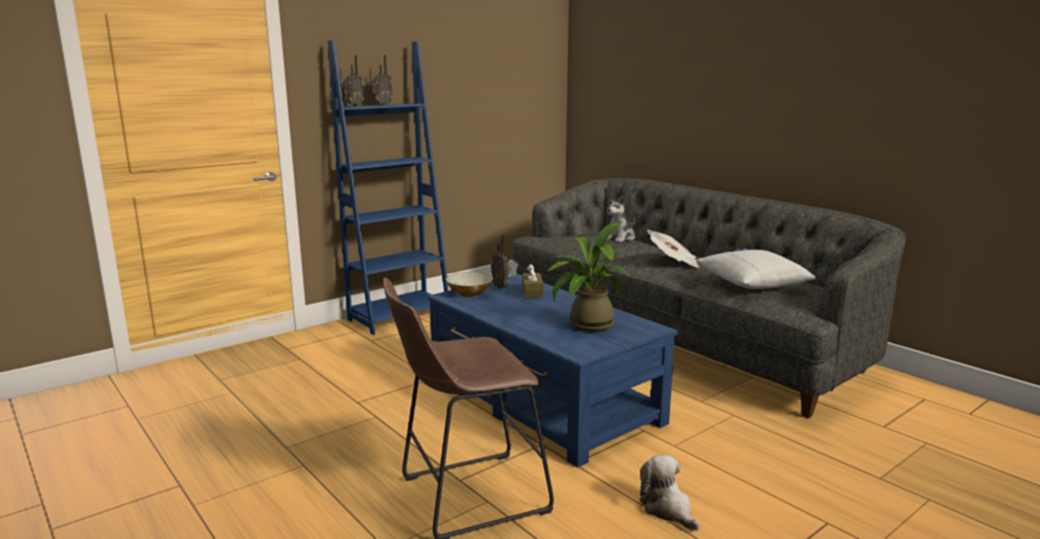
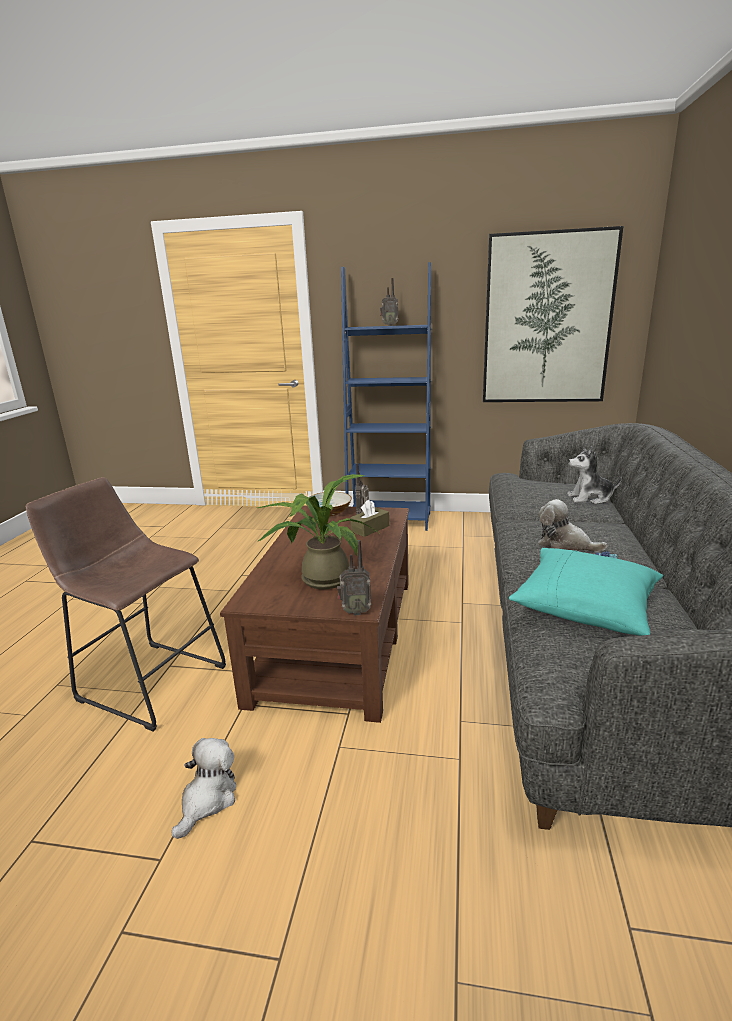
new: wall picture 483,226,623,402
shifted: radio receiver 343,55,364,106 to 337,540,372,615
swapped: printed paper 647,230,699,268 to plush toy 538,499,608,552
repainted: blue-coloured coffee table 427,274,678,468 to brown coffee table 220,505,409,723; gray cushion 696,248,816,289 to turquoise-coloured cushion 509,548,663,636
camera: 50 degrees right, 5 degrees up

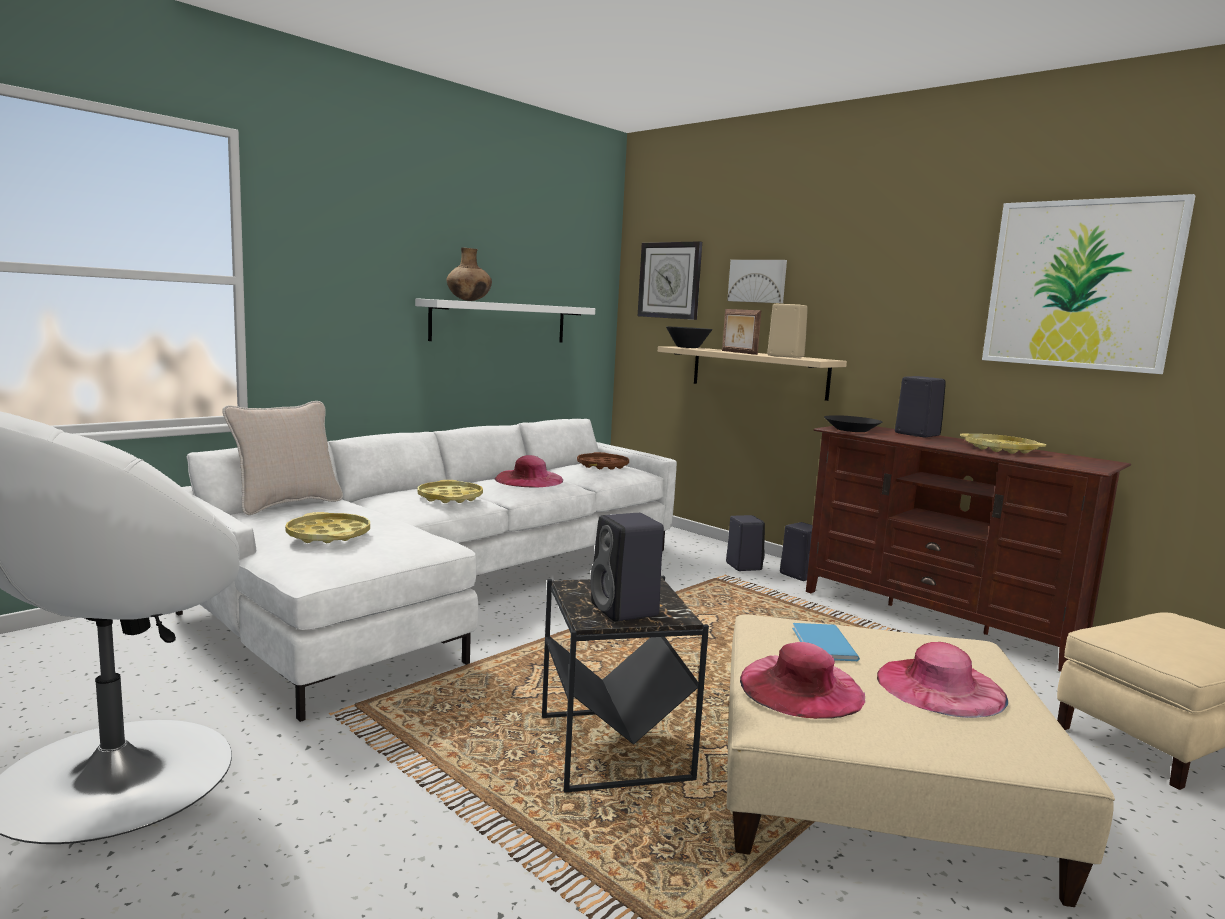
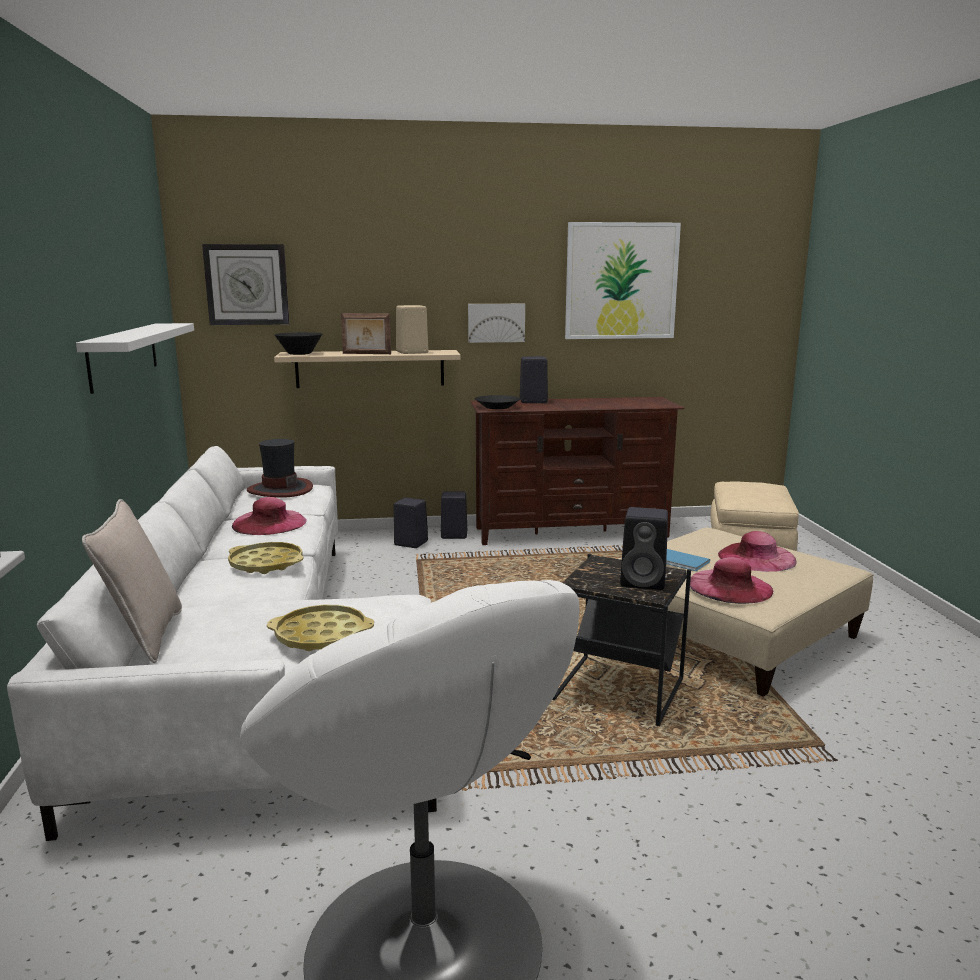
gone: brown vase 446,247,492,301; yellow-coloured tray 960,433,1046,454
shifted: wall picture 727,260,787,303 to 468,304,525,343
swapped: brown tray 577,452,629,470 to hat 247,439,313,498
camera: 50 degrees left, 5 degrees up

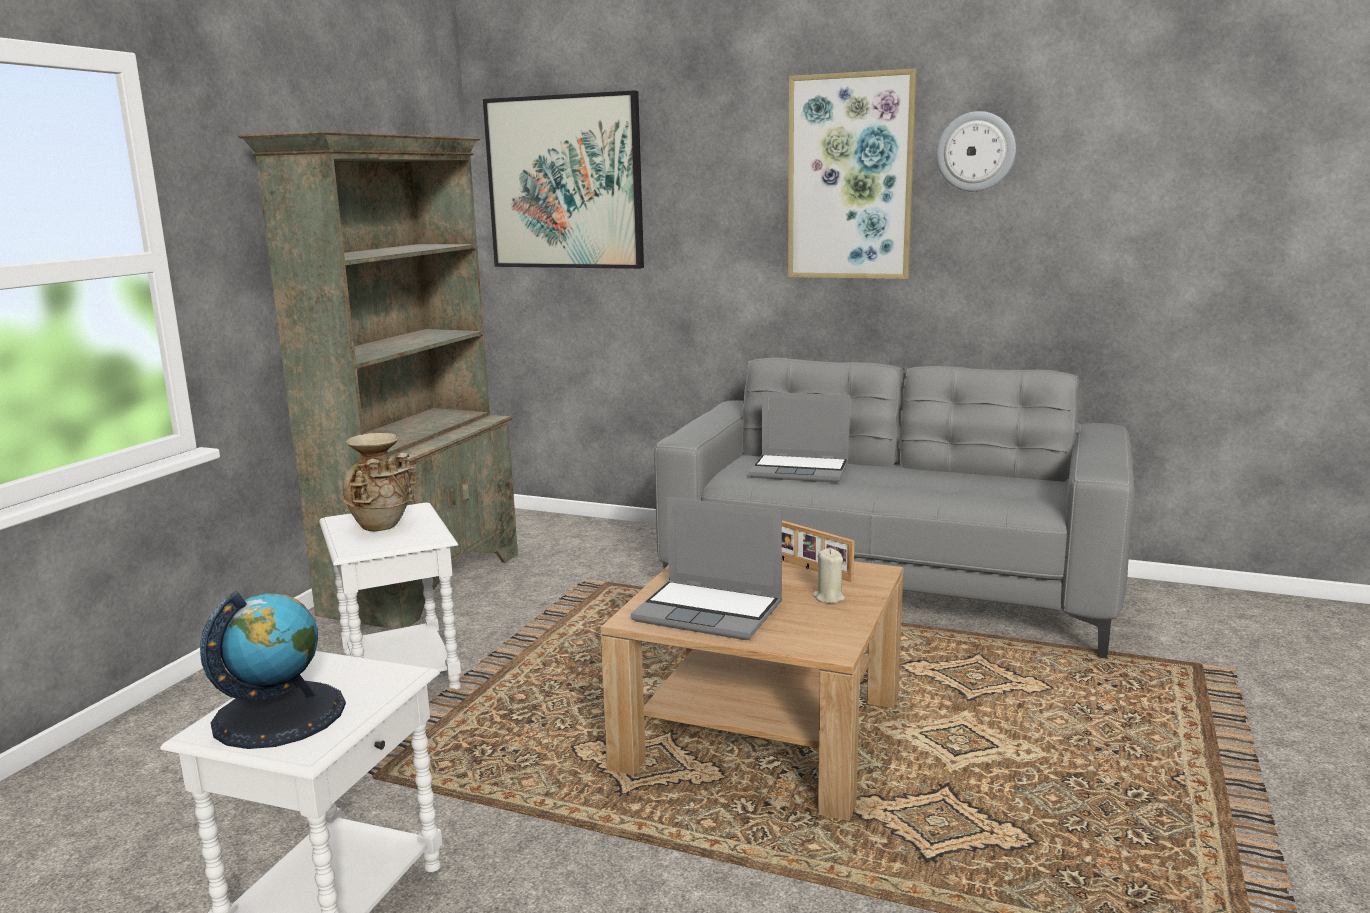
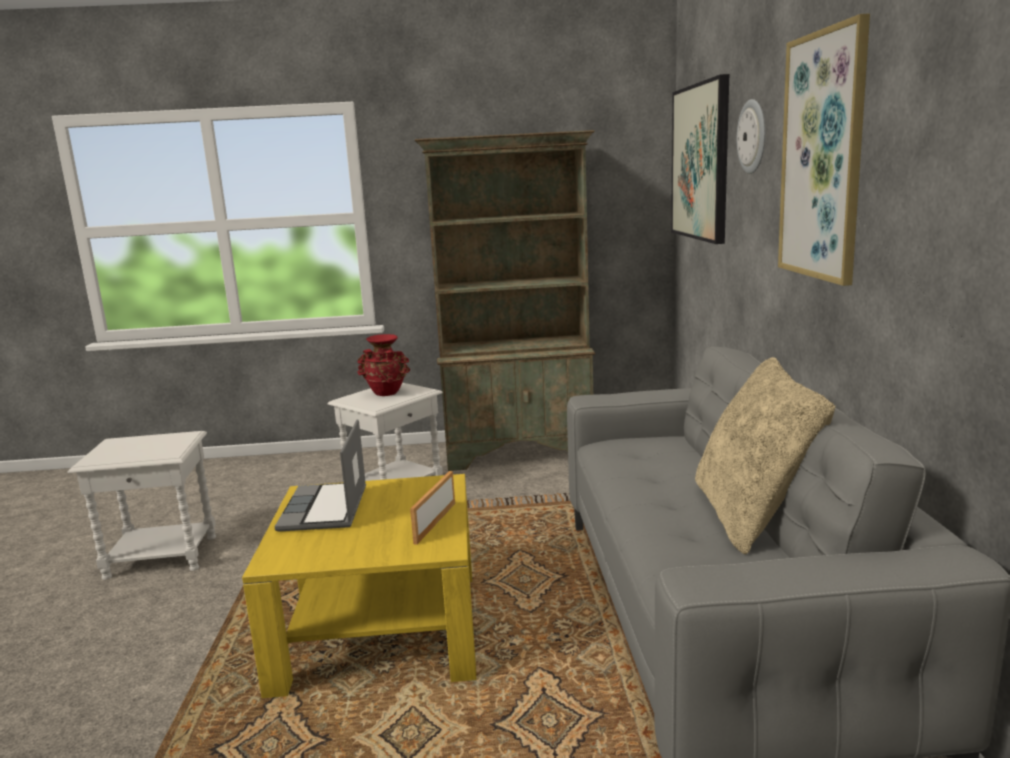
gone: globe 200,591,346,749; notebook computer 749,392,850,483; sand-coloured candle 812,548,845,603
new: sand-coloured cushion 695,357,836,555
shifted: wall clock 936,111,1016,191 to 737,99,766,174
repainted: brown coffee table 600,561,903,821 to yellow-coloured coffee table 242,474,476,698; sand-coloured vase 342,433,417,531 to reddish vase 358,334,410,396
camera: 65 degrees right, 0 degrees up

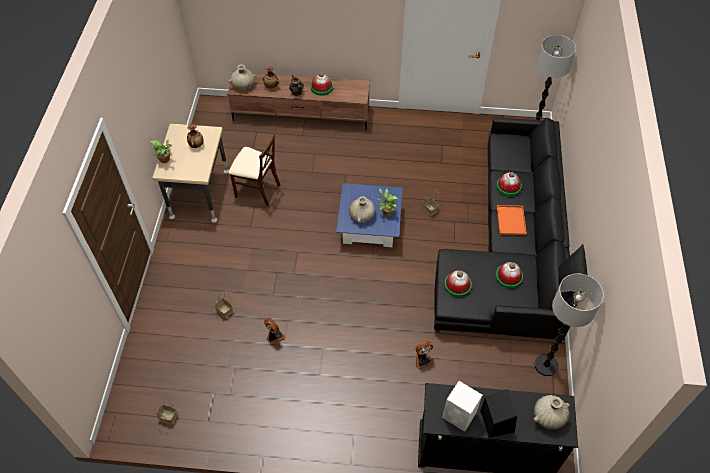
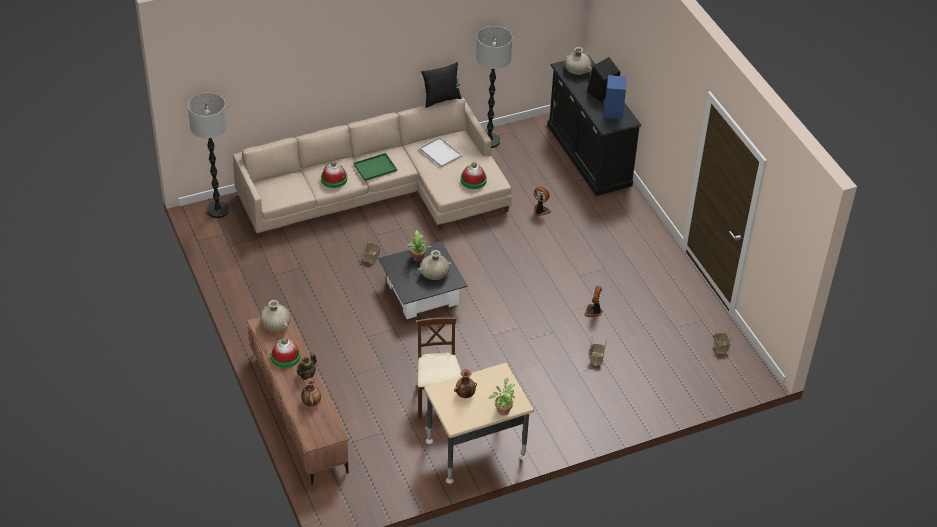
shifted: sand-coloured vase 229,64,257,90 to 260,300,291,331
swapped: hat 495,262,523,289 to white-coloured tray 419,137,462,168
repainted: black-coloured couch 434,117,574,340 to sand-coloured couch 233,98,512,238; orange tray 497,205,527,235 to greenish tray 354,153,397,181; blue-coloured coffee table 336,183,403,247 to black-coloured coffee table 378,241,468,319; white-coloured speaker 442,381,482,432 to blue-coloured speaker 604,75,627,119
camera: 120 degrees left, 10 degrees down

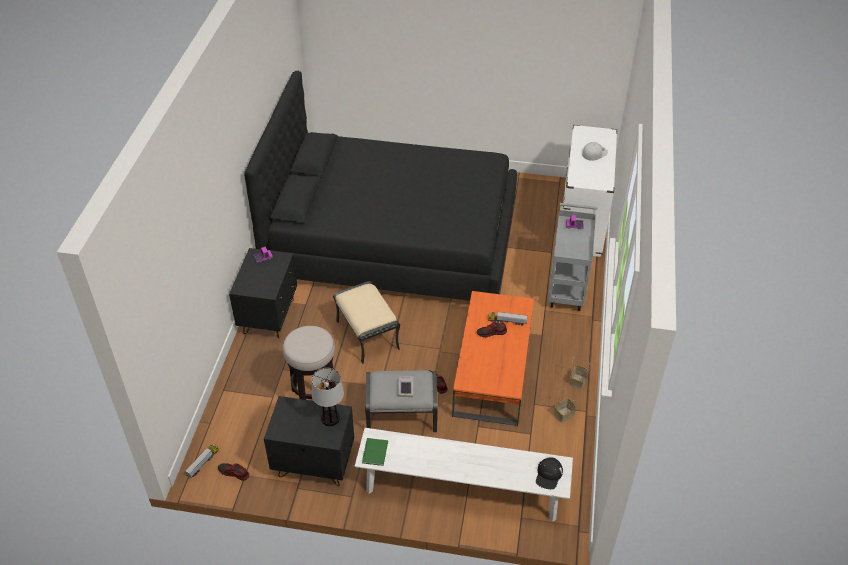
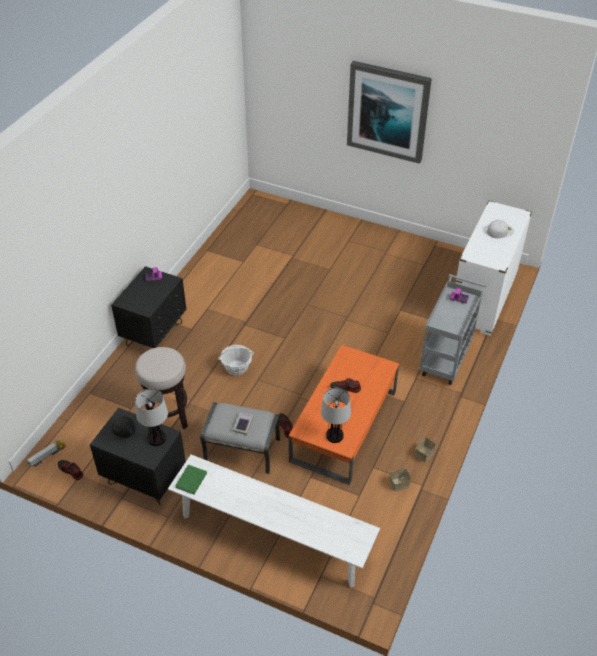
gone: black-coloured bedroom bed 244,71,517,301; toy lorry 488,312,528,326
new: tabletop lamp 321,388,351,443; wall picture 347,61,432,164
shifted: black-coloured cap 536,457,563,489 to 105,416,136,444
swapped: sand-coloured ottoman 333,281,400,364 to storage basket 218,345,254,375
camera: 15 degrees right, 0 degrees up

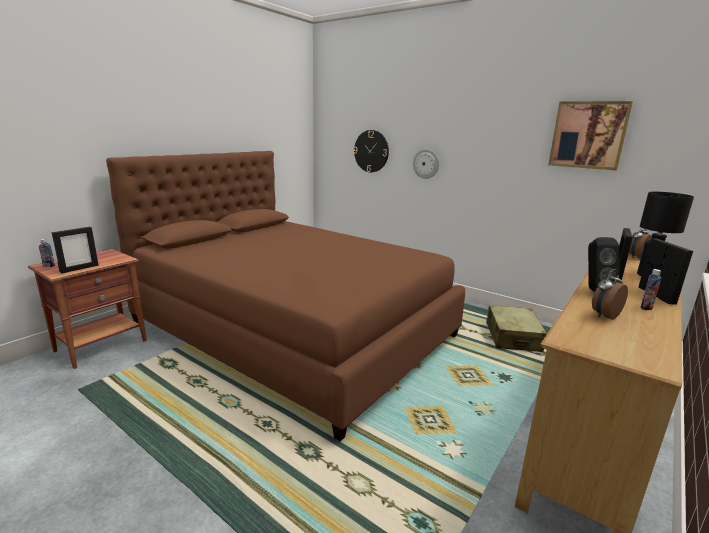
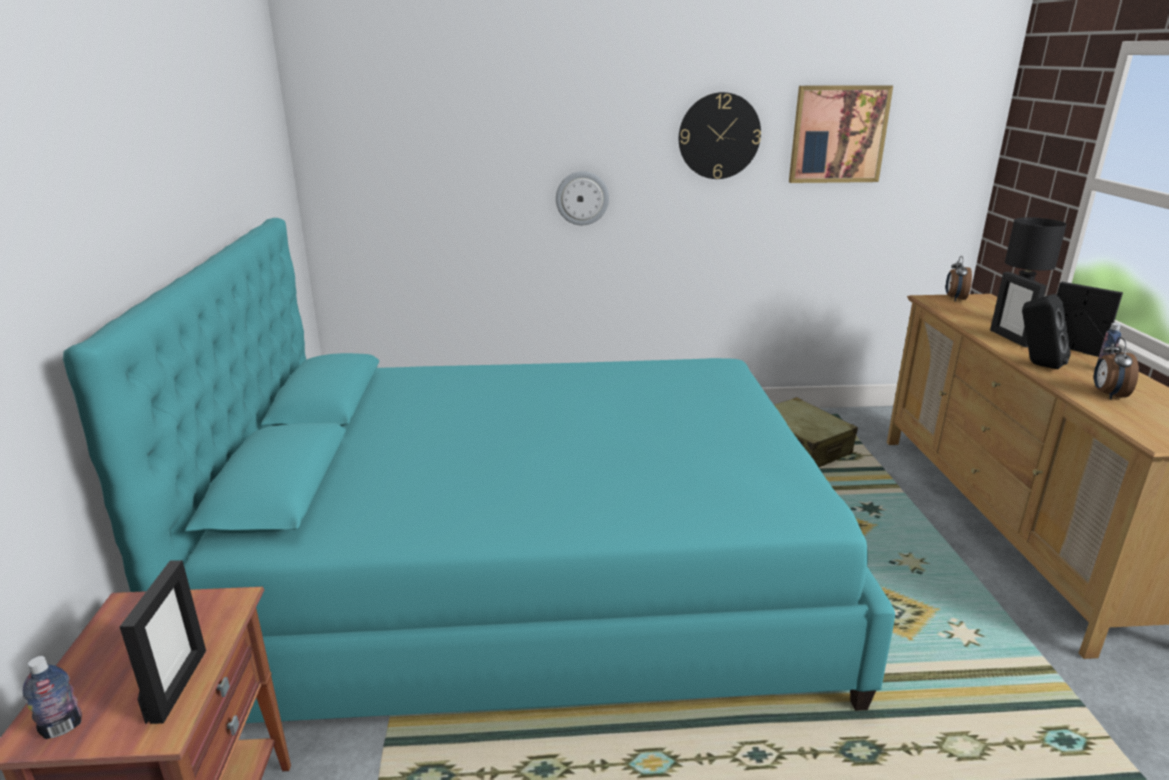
shifted: wall clock 354,130,389,172 to 679,92,761,179
repainted: brown bedroom bed 106,151,465,441 to turquoise-coloured bedroom bed 63,218,895,723
camera: 40 degrees left, 5 degrees up

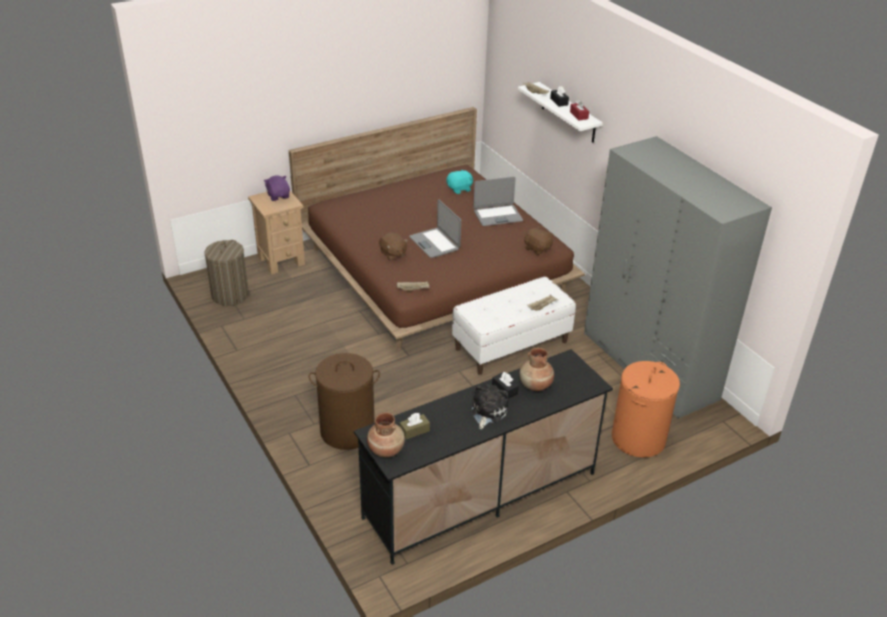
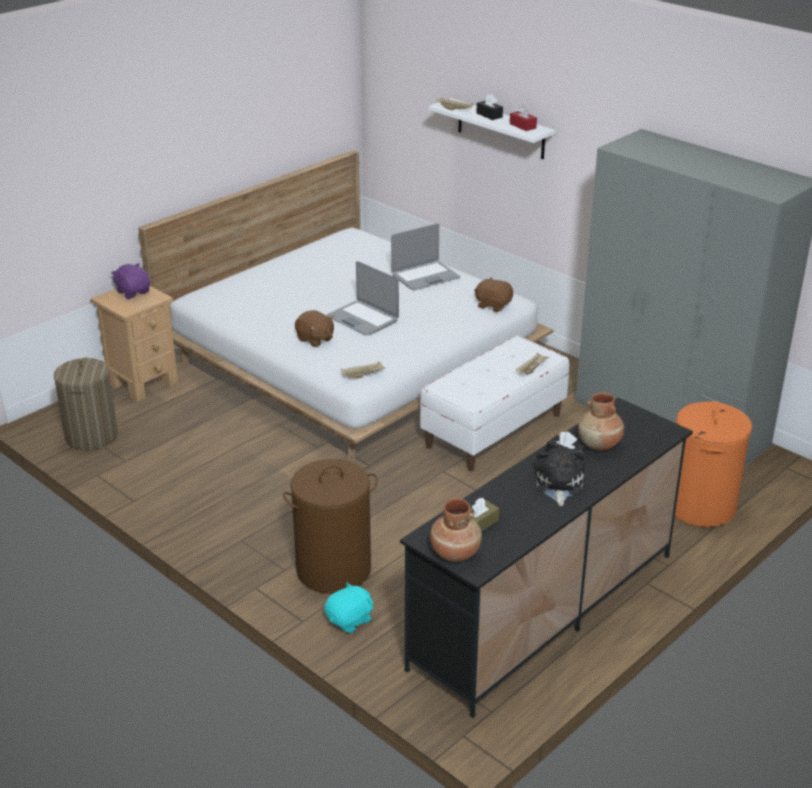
shifted: turquoise-coloured plush toy 447,169,473,194 to 324,582,373,633
repainted: brown bedroom bed 289,107,585,350 to white-coloured bedroom bed 138,150,553,461
camera: 15 degrees left, 5 degrees down

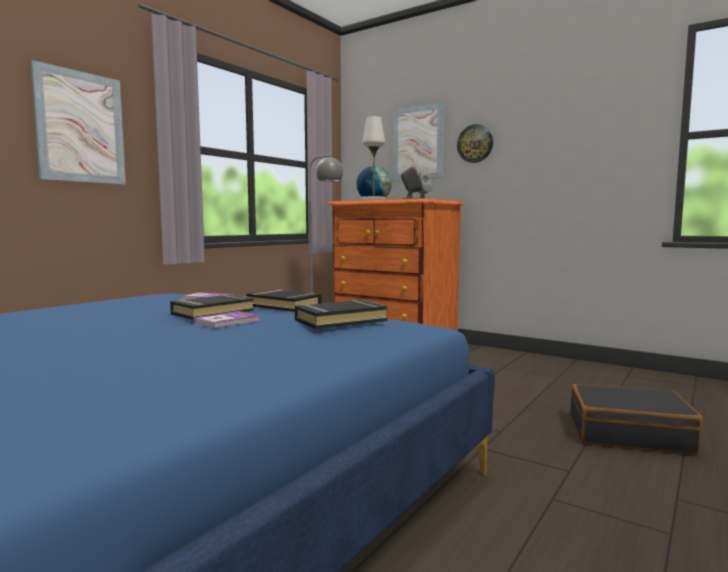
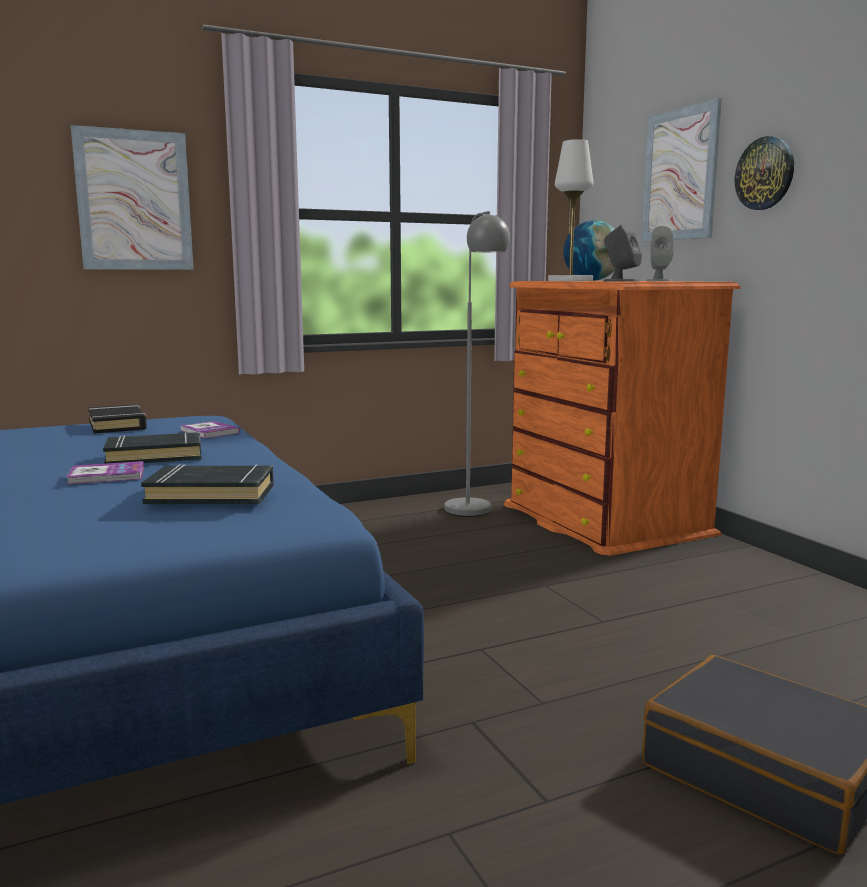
shifted: black-coloured volume 246,290,321,312 to 88,405,147,434
camera: 30 degrees right, 5 degrees up

